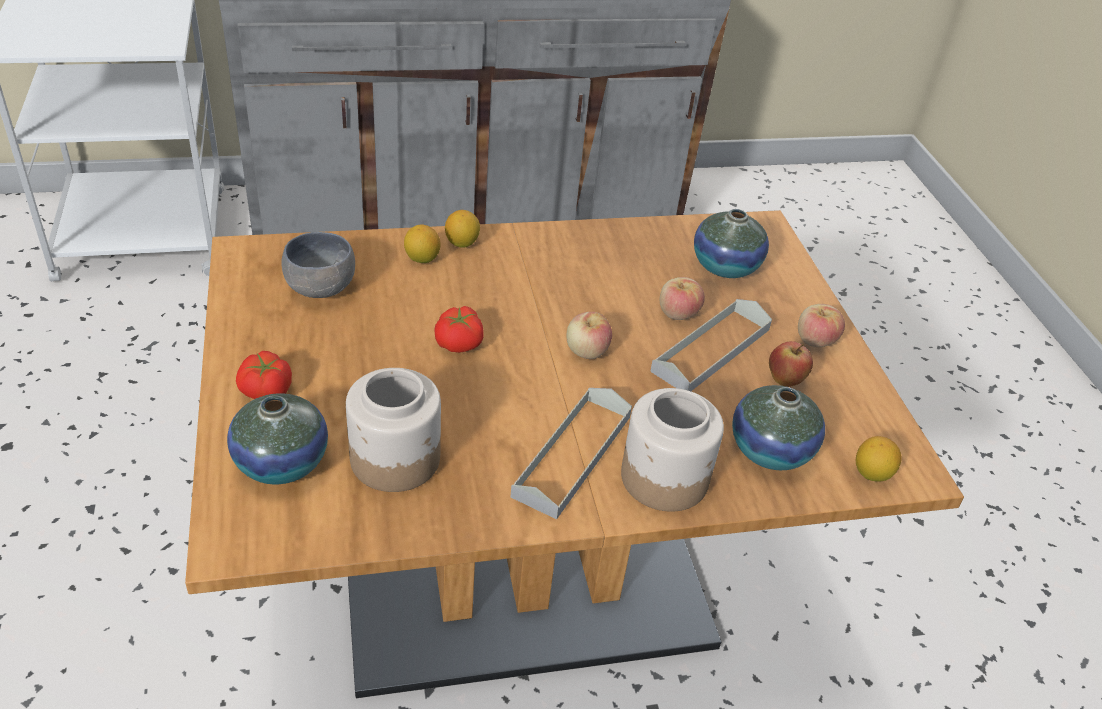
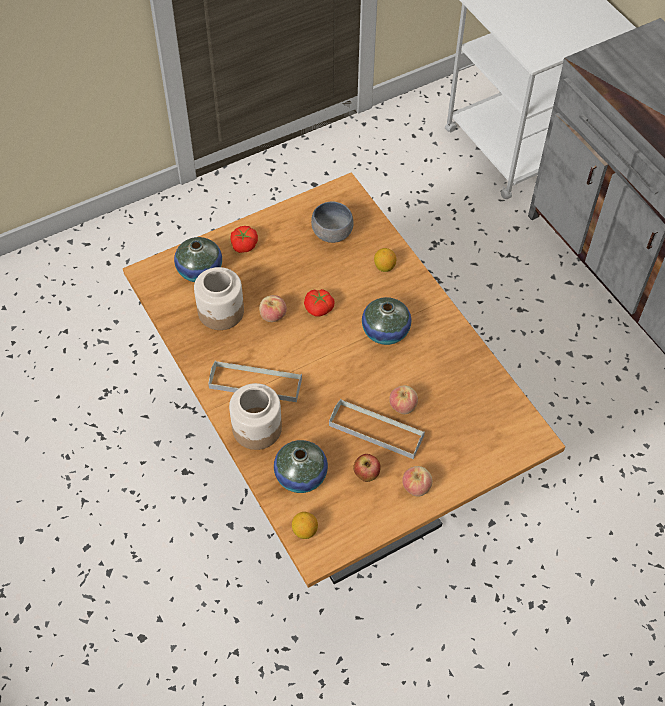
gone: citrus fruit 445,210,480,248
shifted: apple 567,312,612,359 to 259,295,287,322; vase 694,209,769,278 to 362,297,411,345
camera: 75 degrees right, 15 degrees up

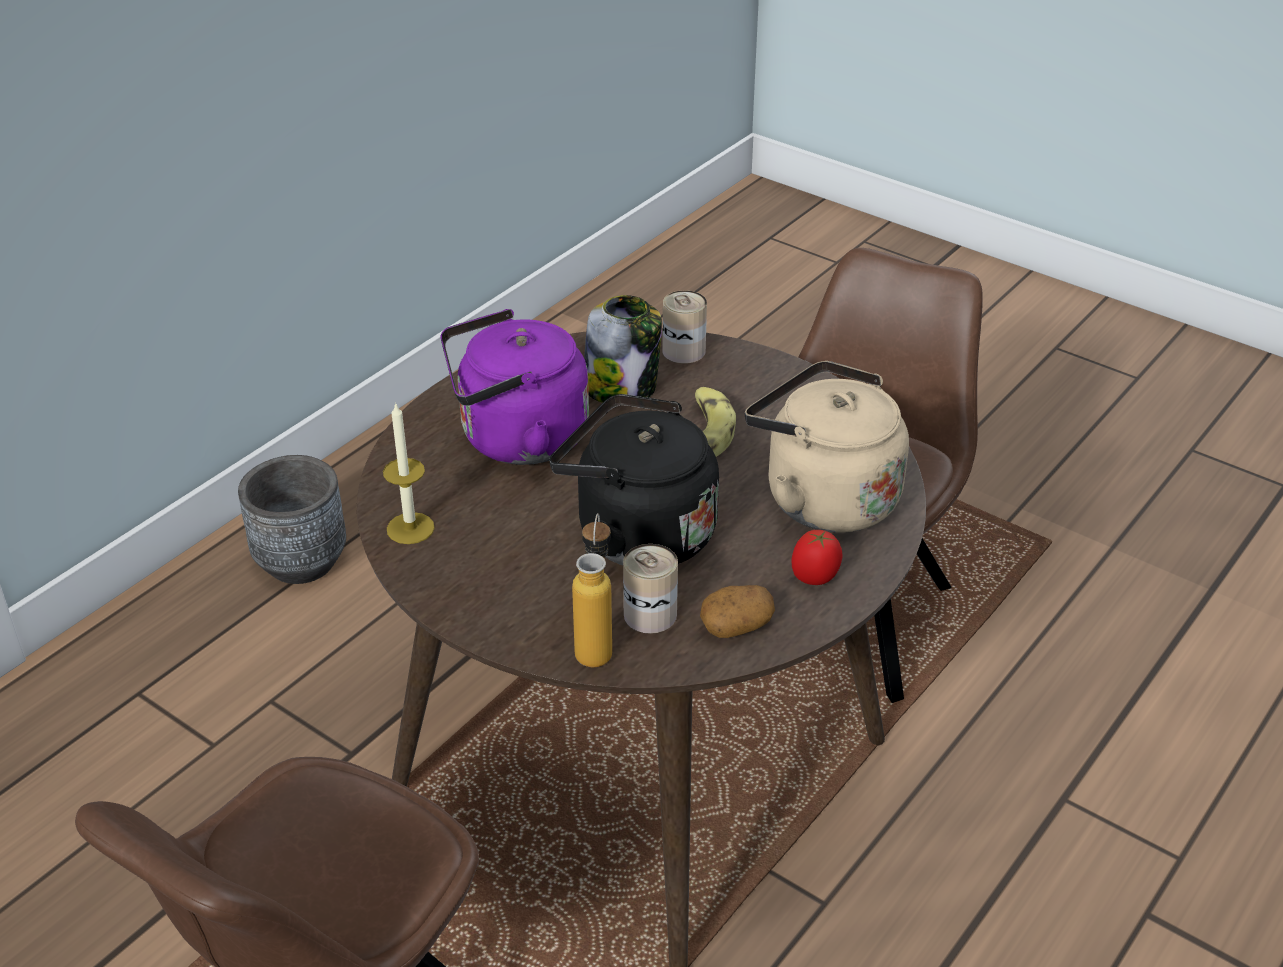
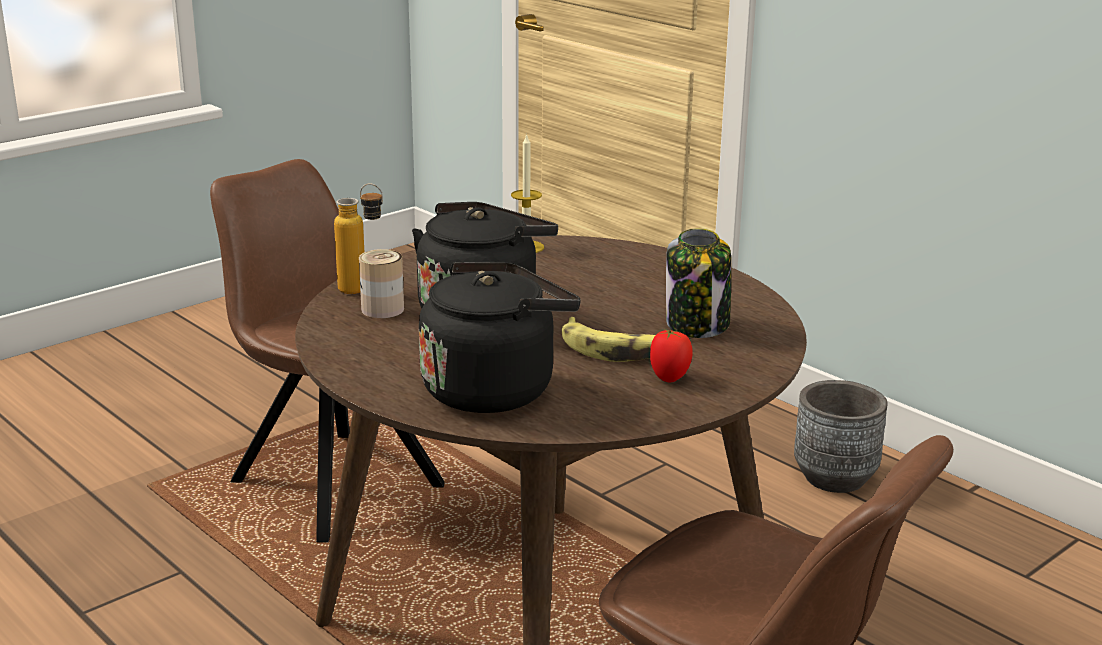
gone: purplish kettle 441,309,589,465; sealed can 662,290,707,364; spud 700,585,775,638
shifted: whole tomato 791,530,843,585 to 650,329,693,382
repainted: sand-coloured kettle 745,361,909,533 to black-coloured kettle 419,262,581,413
camera: 100 degrees right, 15 degrees down

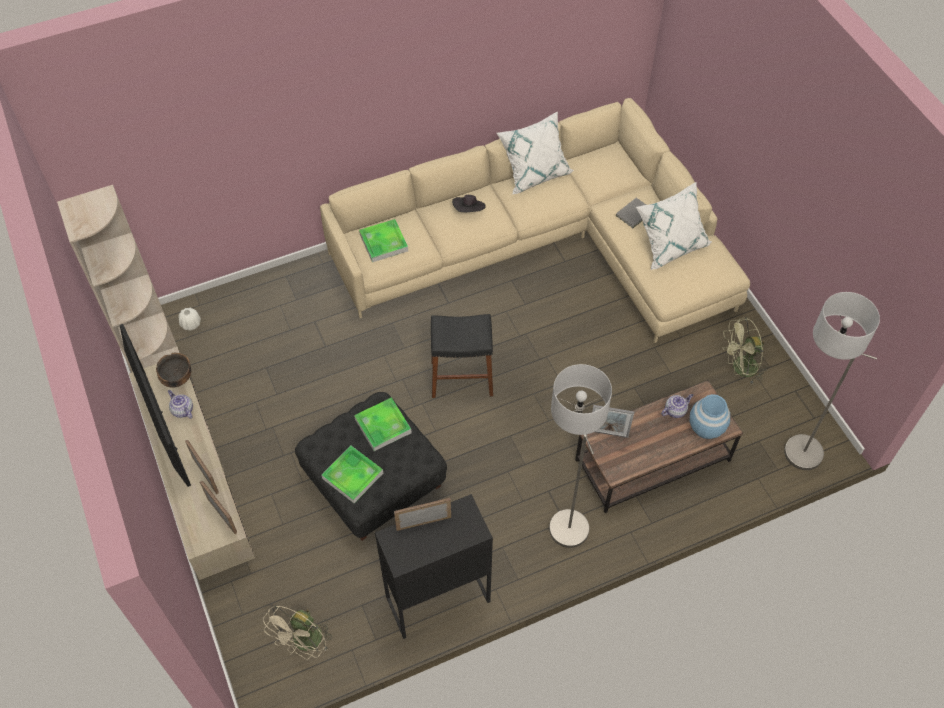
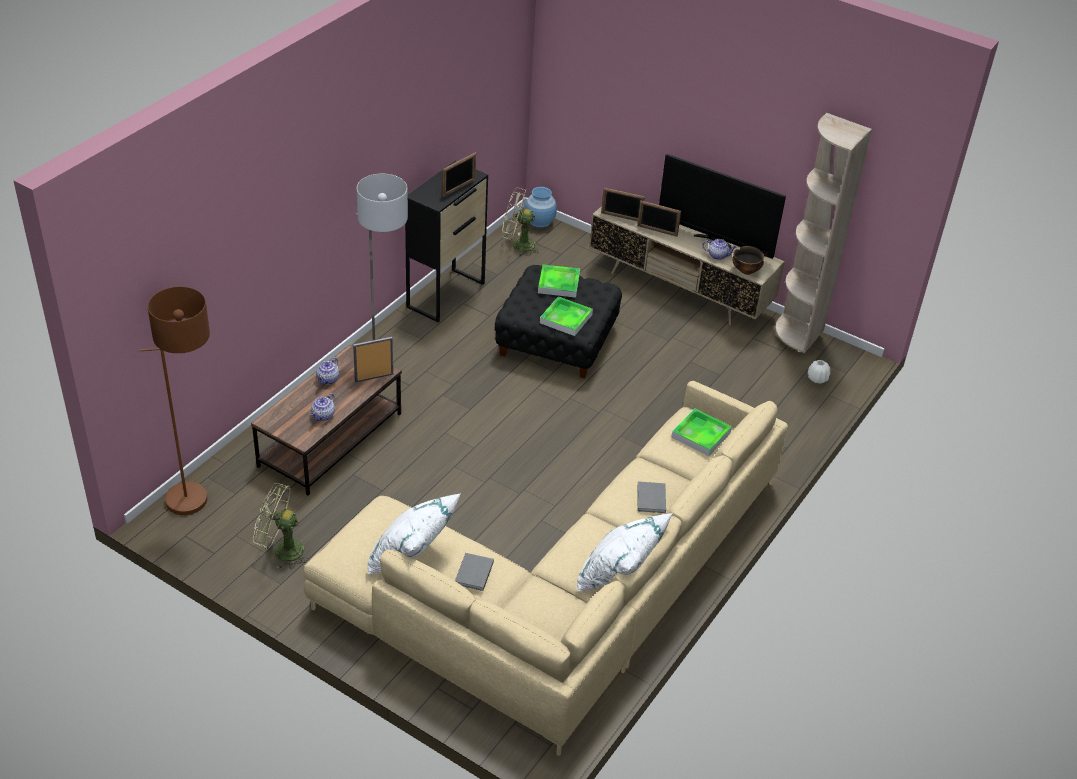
gone: black-coloured sitting stool 431,314,493,398
new: pot for tea 316,357,339,385
shifted: blue-coloured vase 690,394,730,439 to 525,187,557,229
swapped: black-coloured hat 452,195,486,212 to gray volume 637,481,666,513
repainted: gray standing lamp 784,292,880,470 to brown standing lamp 140,287,210,515
rotated: greenish cooling fan 722,317,766,384 = 253,483,310,569 120 degrees counterclockwise; sand-coloured cooling fan 263,605,332,660 = 502,188,541,256 75 degrees counterclockwise
camera: 145 degrees right, 15 degrees down

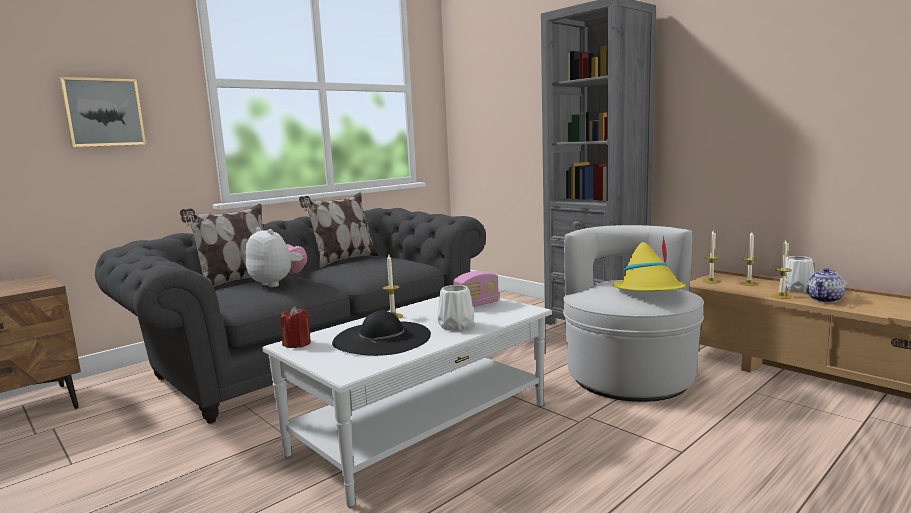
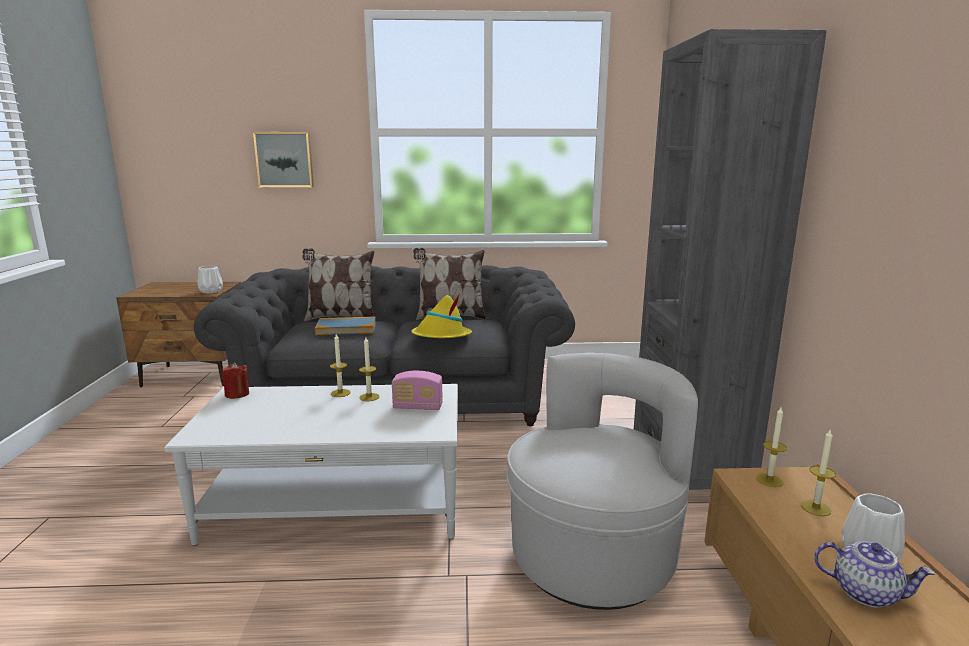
gone: black-coloured hat 332,311,431,356
shifted: white-coloured vase 437,285,474,331 to 197,266,223,294; candle 771,239,792,299 to 359,337,380,401; yellow-coloured hat 612,235,686,291 to 411,293,472,338
swapped: plush toy 245,227,307,287 to volume 315,316,376,335
rotated: pot for tea 806,268,845,303 = 814,541,935,608 150 degrees counterclockwise
camera: 40 degrees right, 5 degrees up

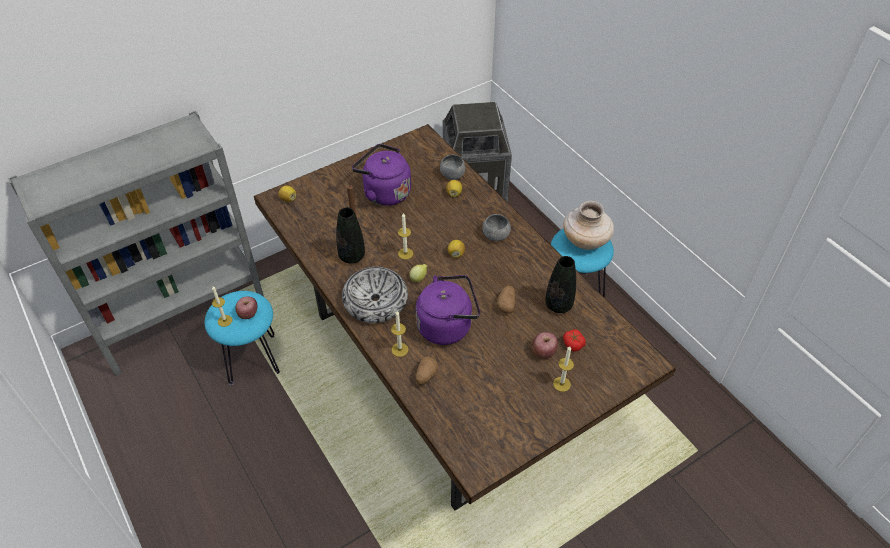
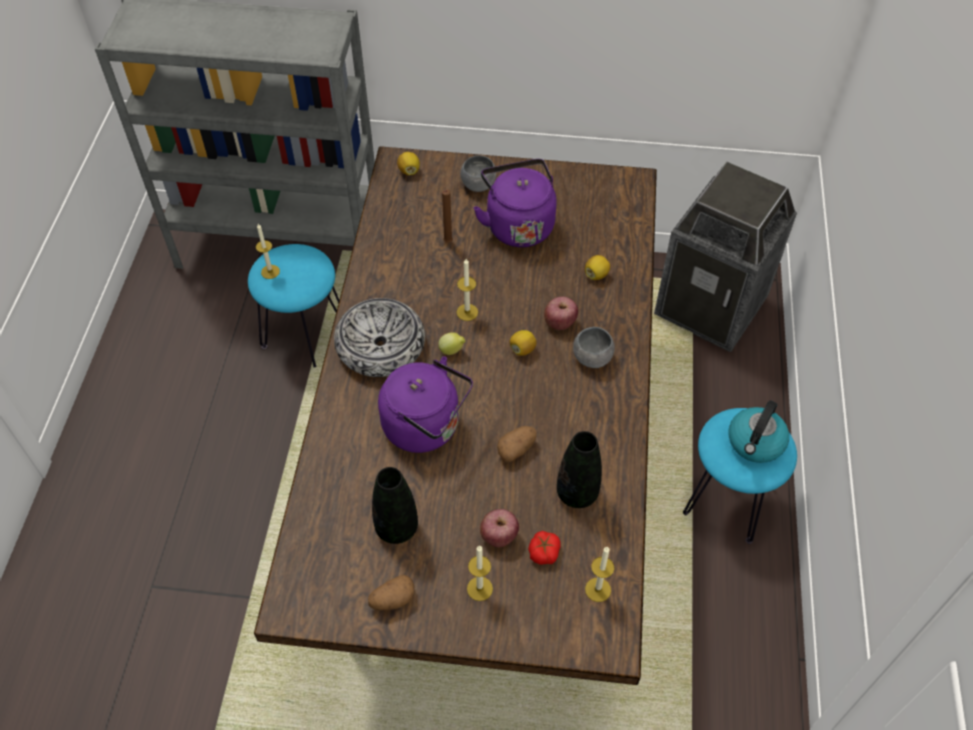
shifted: spud 416,356,438,385 to 368,575,414,610; black-coloured vase 336,207,365,264 to 372,467,418,544; gray deep dish 440,154,465,180 to 460,155,496,192; apple 235,297,257,319 to 544,297,578,330; candle 391,311,408,357 to 585,547,614,602
swapped: sand-coloured vase 563,201,614,250 to kettle 729,400,789,463
camera: 40 degrees right, 5 degrees up

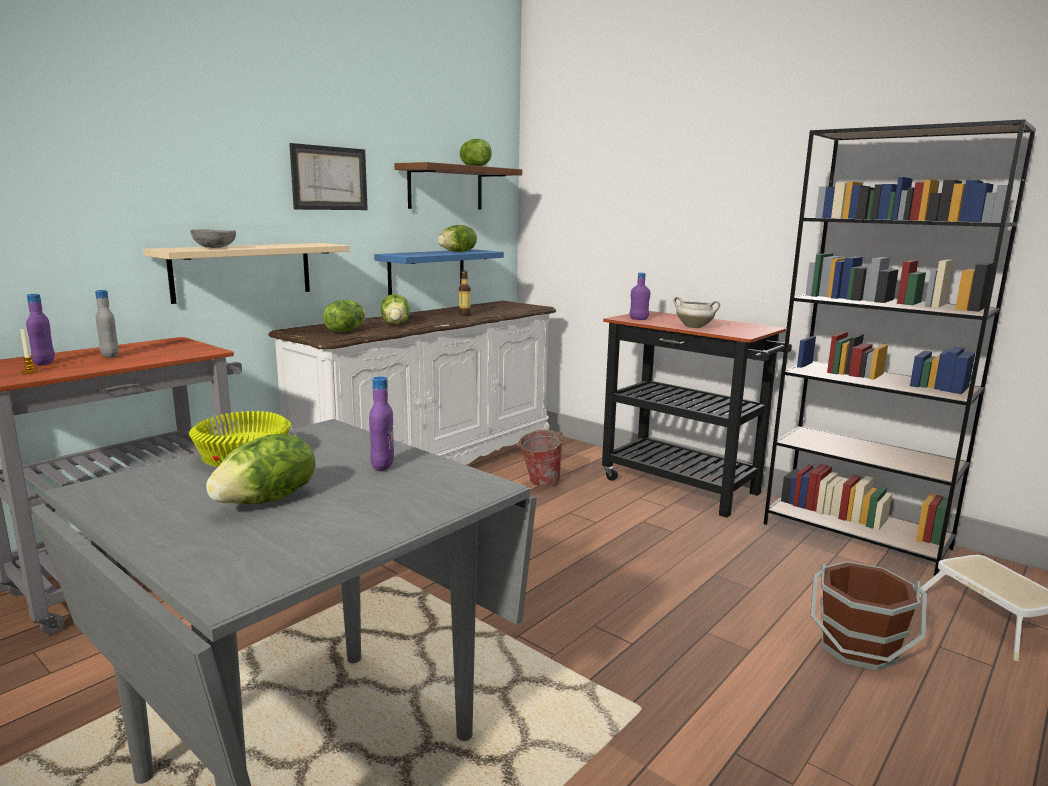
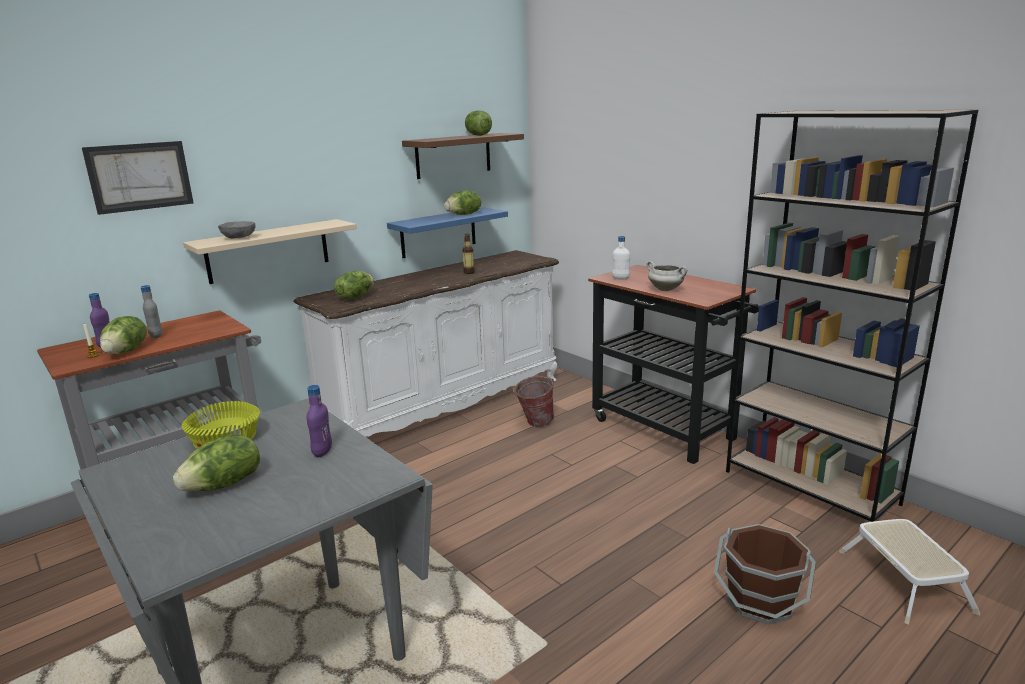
shifted: wall picture 289,143,368,210 to 82,141,193,215; lettuce head 381,294,410,325 to 100,316,147,354
repainted: purplish drink bottle 630,272,650,320 to white-coloured drink bottle 612,236,630,280
camera: 10 degrees right, 5 degrees up

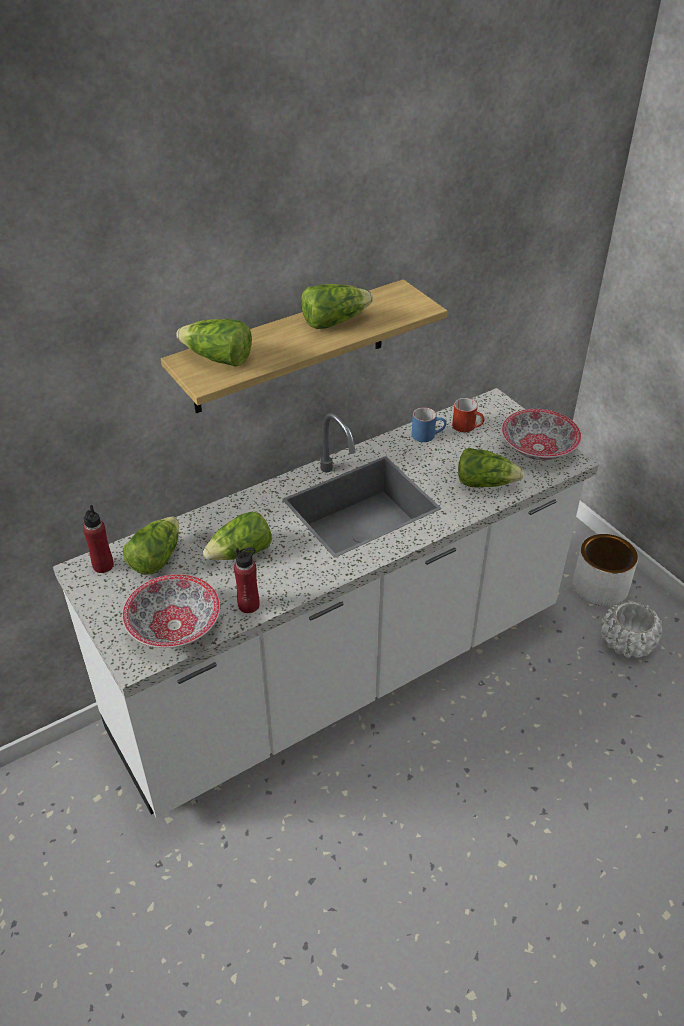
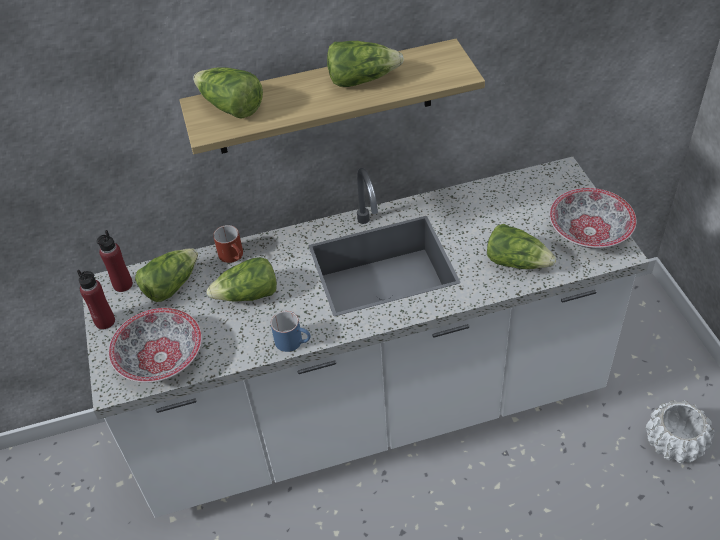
gone: white-coloured planter 573,534,638,606
shifted: reddish drink bottle 234,548,260,613 to 77,270,115,329; reddish coffee mug 452,398,485,432 to 213,225,243,263; blue-coloured coffee mug 412,407,446,442 to 271,311,311,352
camera: 20 degrees right, 5 degrees up

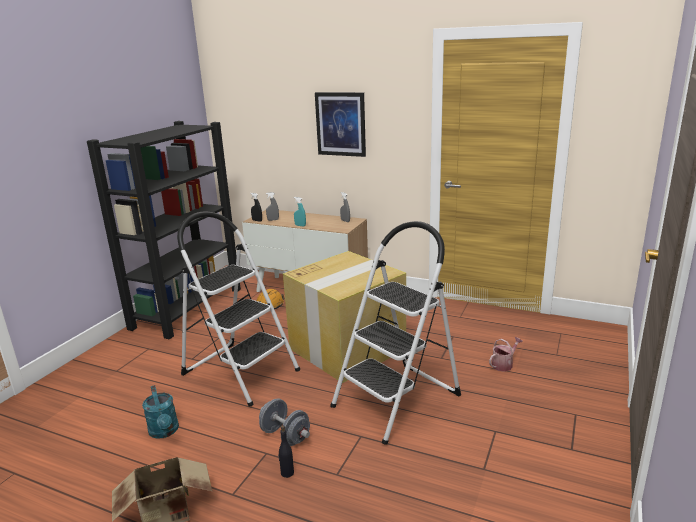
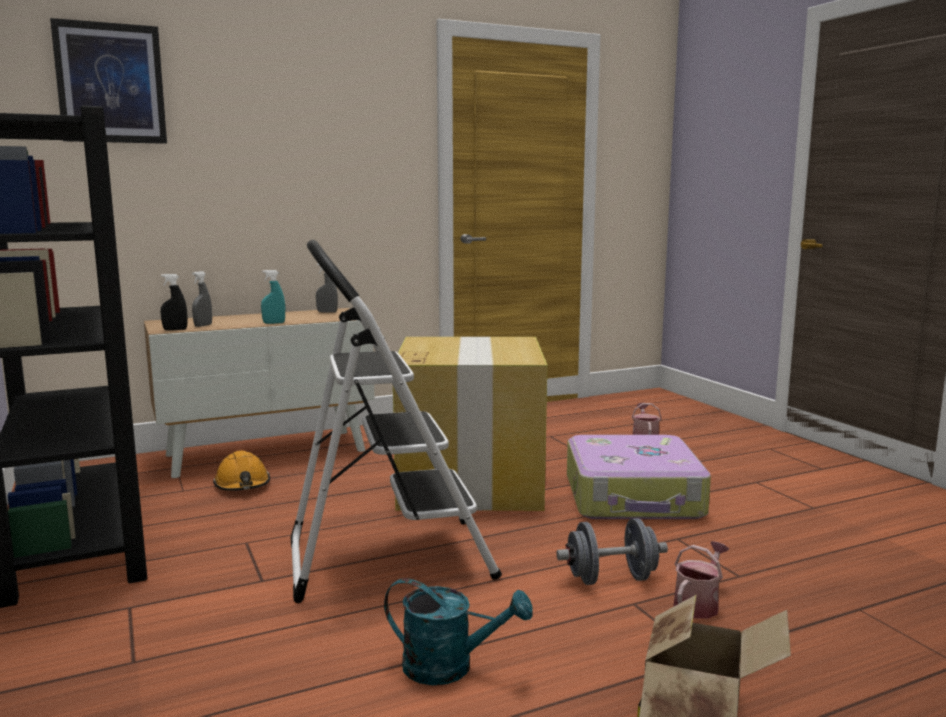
shifted: wall picture 315,92,366,157 to 50,18,167,144
swapped: step stool 330,221,461,445 to suitcase 567,435,711,519; black-coloured drink bottle 278,425,294,478 to watering can 673,541,729,619
camera: 50 degrees left, 10 degrees down

